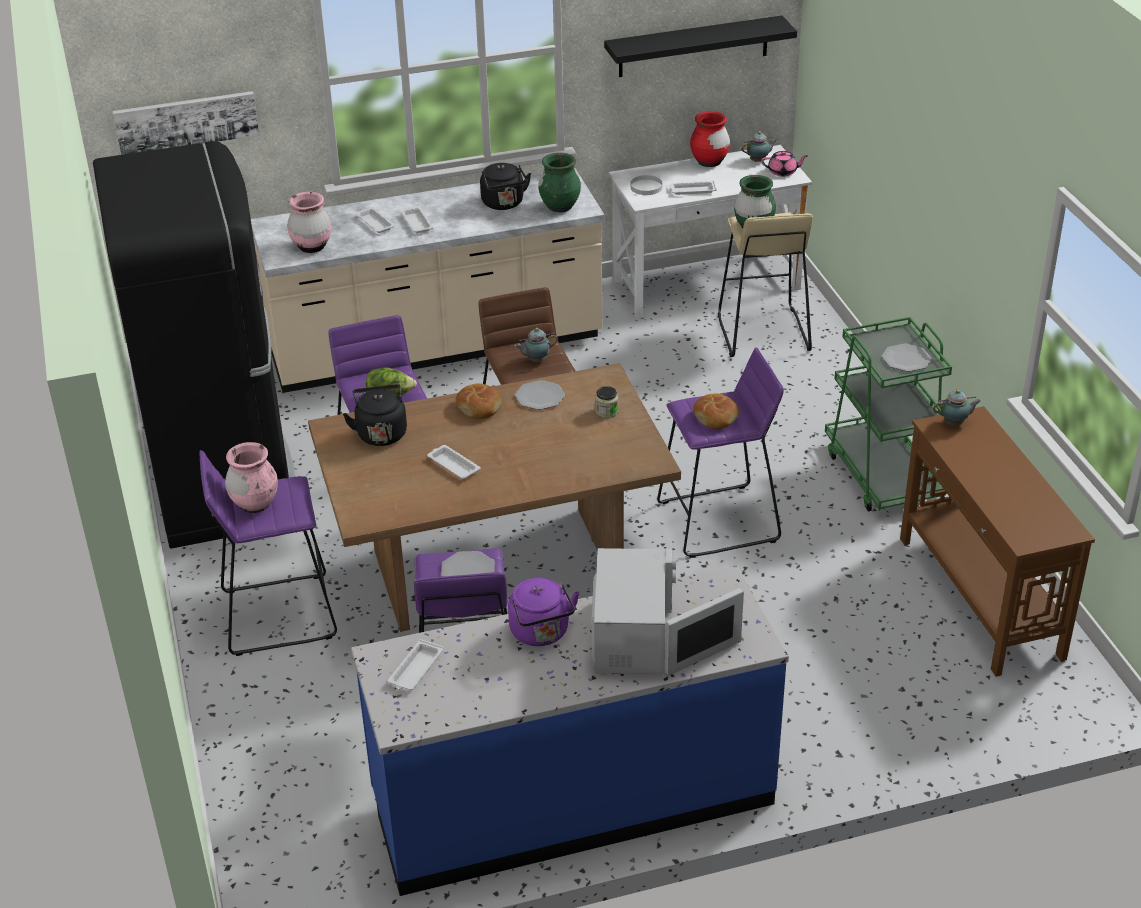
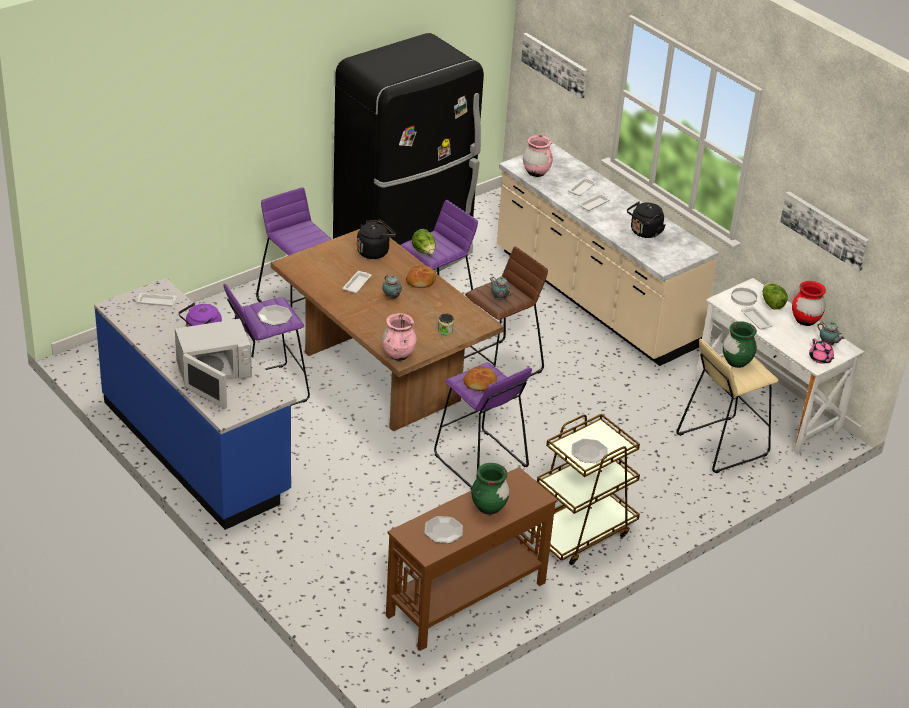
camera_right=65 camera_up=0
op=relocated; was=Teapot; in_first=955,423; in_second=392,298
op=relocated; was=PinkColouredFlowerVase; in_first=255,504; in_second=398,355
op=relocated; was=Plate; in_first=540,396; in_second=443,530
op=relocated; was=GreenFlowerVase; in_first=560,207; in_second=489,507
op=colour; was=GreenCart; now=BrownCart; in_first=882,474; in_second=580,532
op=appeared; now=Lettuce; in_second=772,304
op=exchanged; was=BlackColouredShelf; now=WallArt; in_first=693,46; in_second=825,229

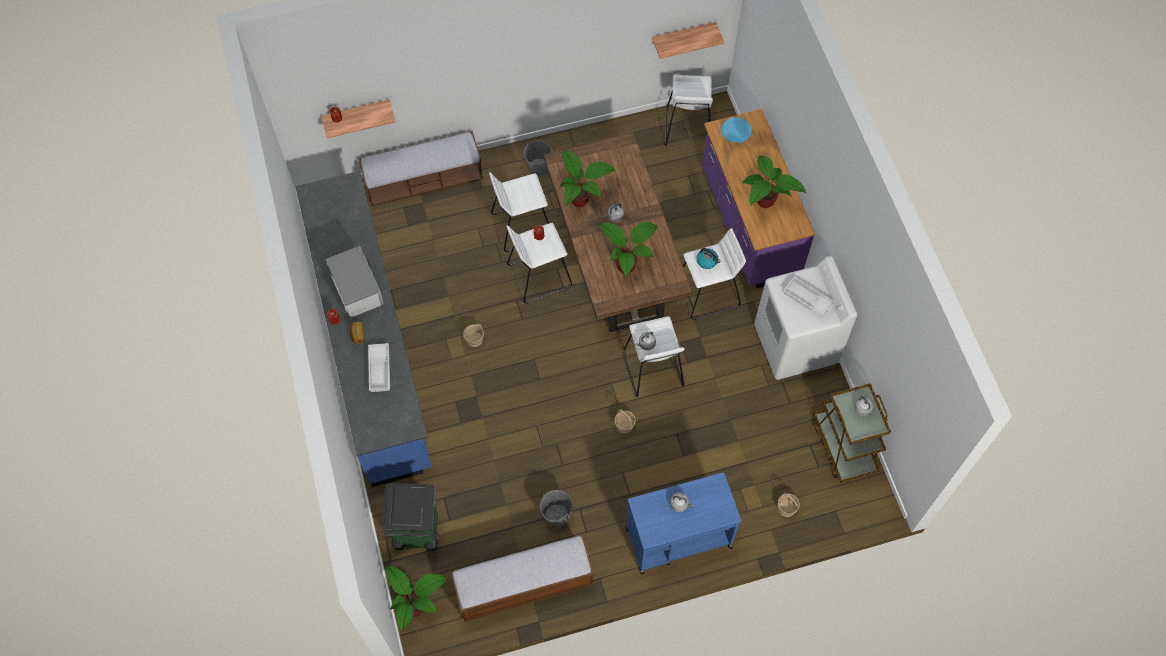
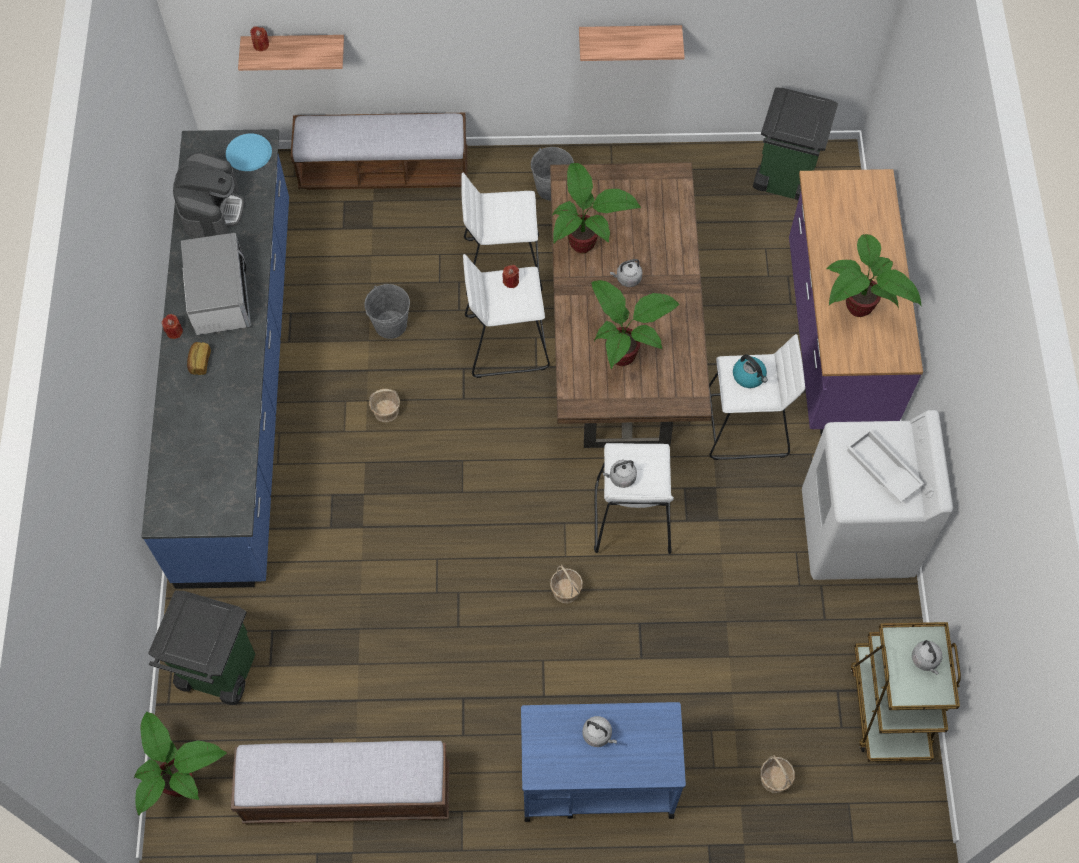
camera_right=15 camera_up=0
op=appeared; now=CoffeeBrewer; in_second=212,210
op=relocated; was=BlueColouredPlate; in_first=736,130; in_second=249,153
op=relocated; was=GrayWaterBucket; in_first=556,515; in_second=390,324
op=relocated; was=Shelf; in_first=683,37; in_second=629,38
op=exchanged; was=WhitishStool; now=GreenTrashCan; in_first=687,128; in_second=783,179
op=missing; was=WhitishServingTray; in_first=380,369

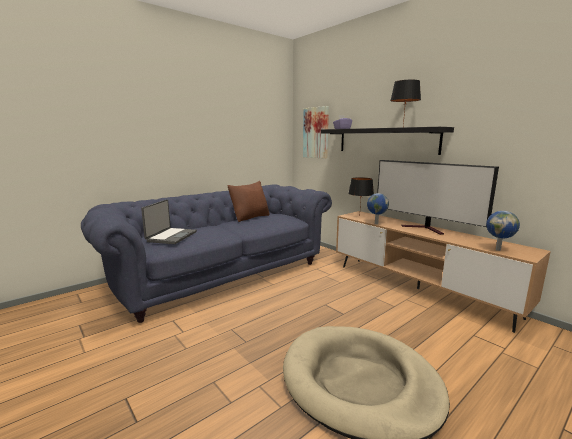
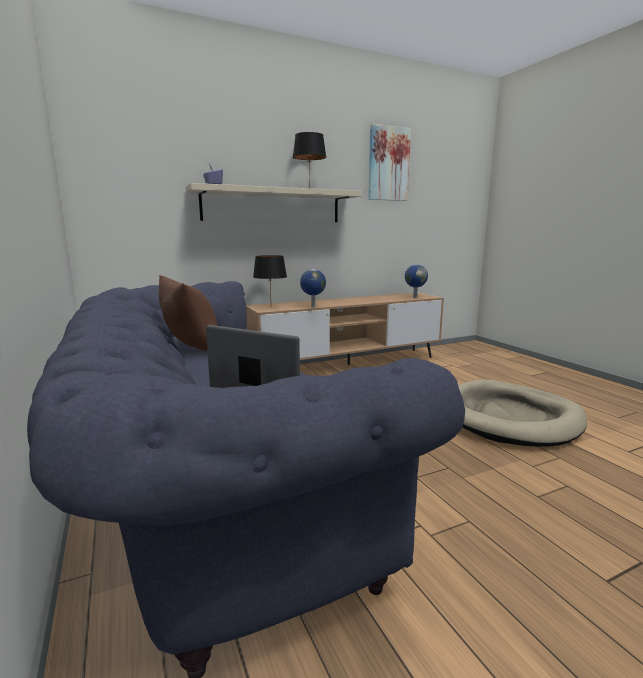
camera_right=-75 camera_up=0
op=colour; was=BlackColouredShelf; now=SandColouredShelf; in_first=385,140; in_second=273,206
op=relocated; was=WallArt; in_first=316,133; in_second=388,164
op=missing; was=Tv; in_first=425,229

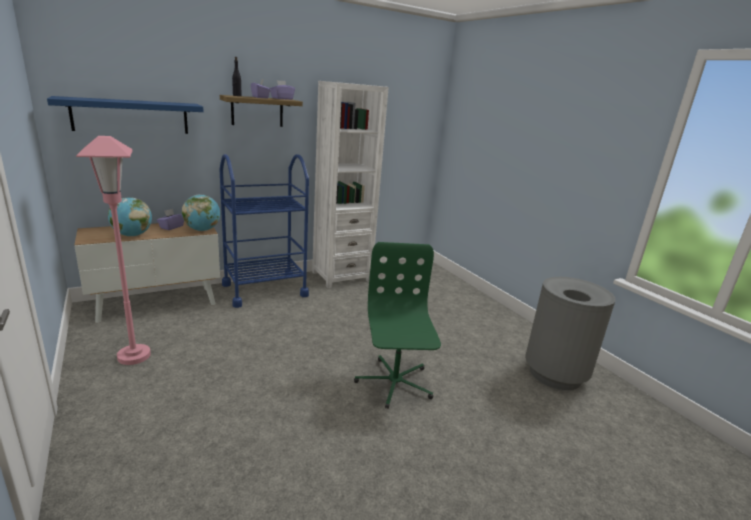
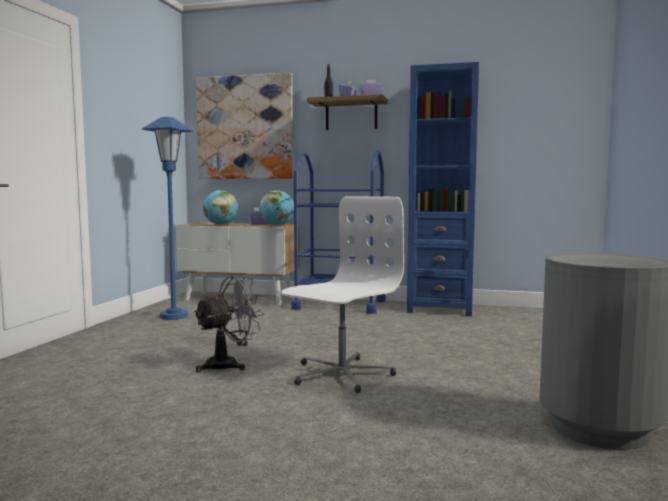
camera_right=45 camera_up=-15
op=colour; was=PinkColouredStandingLamp; now=BlueColouredStandingLamp; in_first=134,356; in_second=174,316
op=appeared; now=GrayCoolingFan; in_second=229,365
op=exchanged; was=BlueColouredShelf; now=WallArt; in_first=131,116; in_second=245,127
op=colour; was=GreenComputerChair; now=WhitishComputerChair; in_first=394,383; in_second=341,374
op=colour; was=WhitishBookshelf; now=BlueColouredBookshelf; in_first=341,276; in_second=440,308

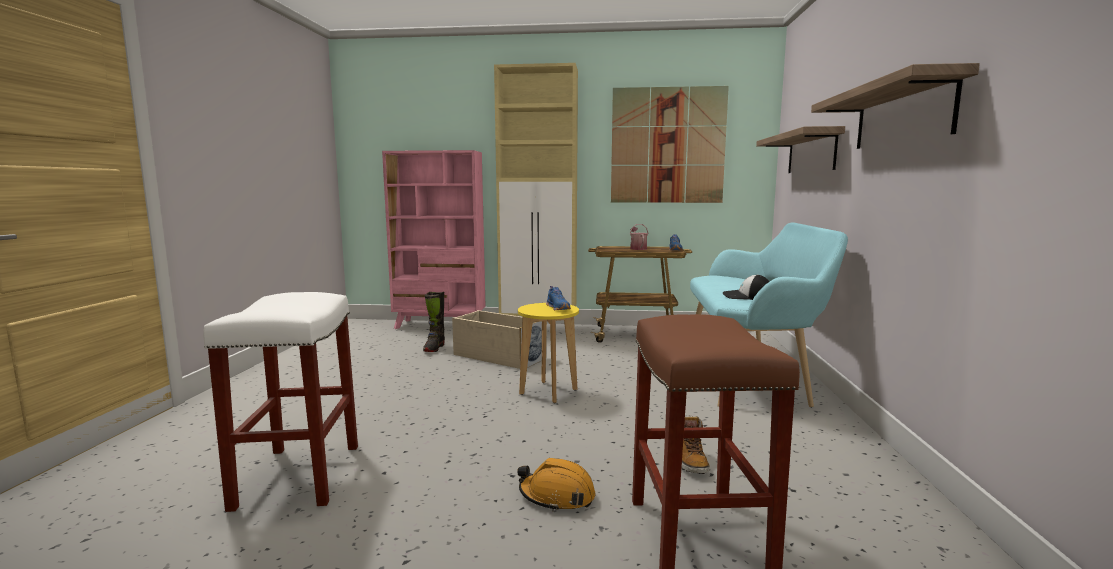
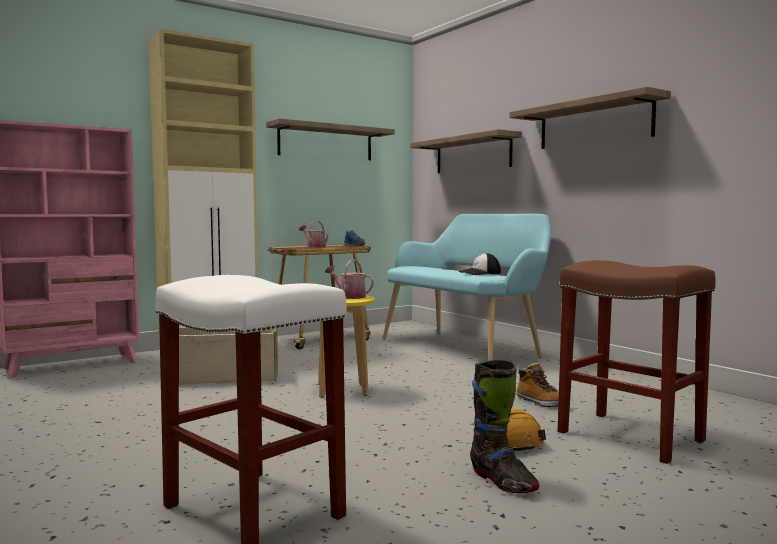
camera_right=-40 camera_up=-5
op=exchanged; was=WallArt; now=Shelf; in_first=667,145; in_second=326,142
op=exchanged; was=BlueColouredLowShoe; now=WateringPot; in_first=558,308; in_second=349,296
op=relocated; was=BlackColouredBoot; in_first=434,348; in_second=502,481

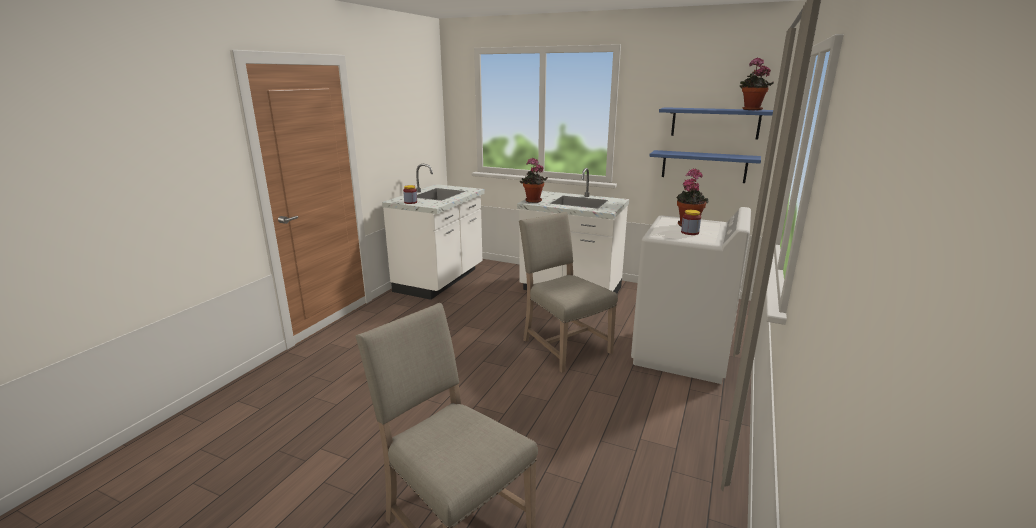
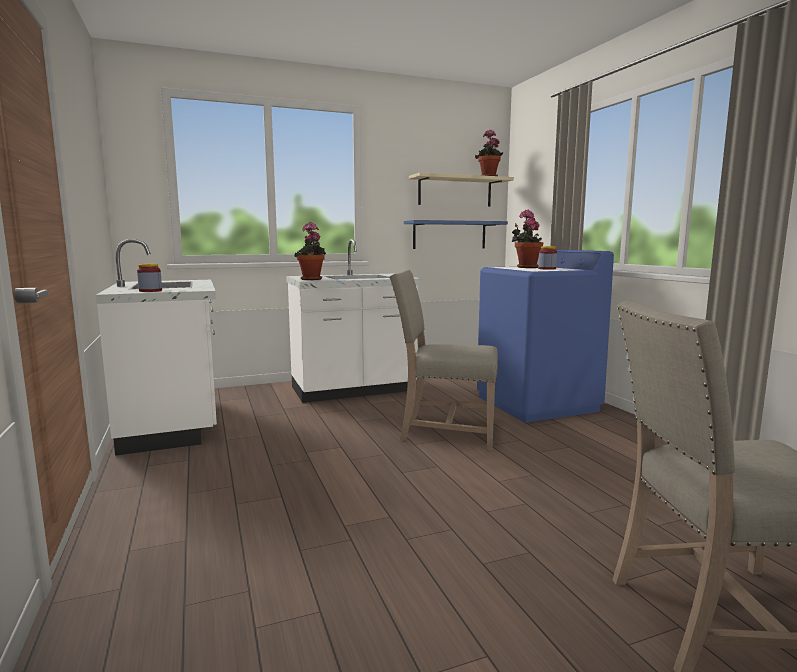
camera_right=-45 camera_up=-10
op=colour; was=BlueColouredShelf; now=SandColouredShelf; in_first=715,123; in_second=455,191
op=colour; was=WhitishLaundryAppliance; now=BlueColouredLaundryAppliance; in_first=681,354; in_second=537,404

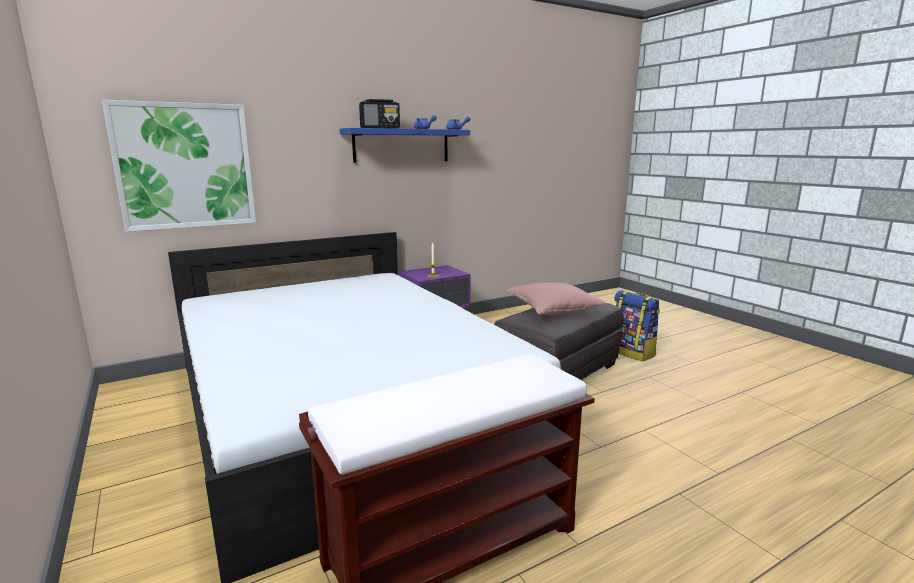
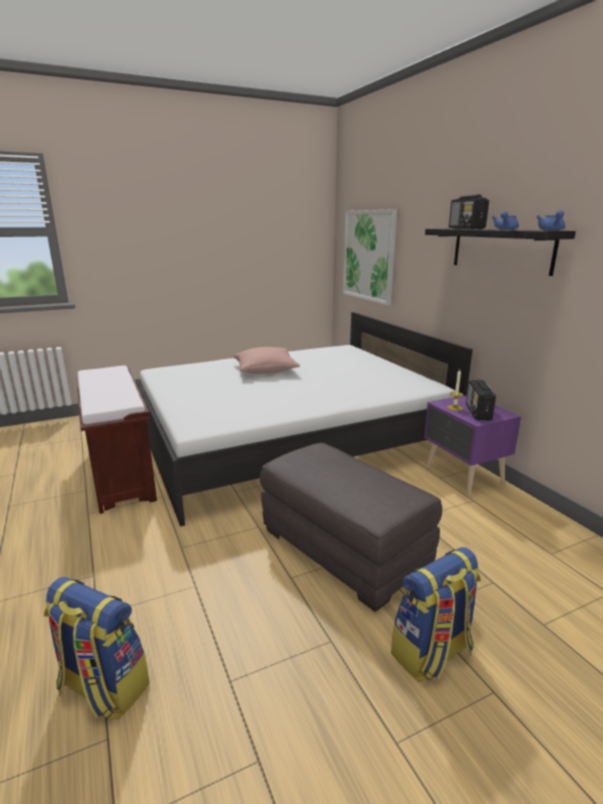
camera_right=95 camera_up=5
op=appeared; now=Knapsack; in_second=102,688
op=relocated; was=PinkColouredThrowPillow; in_first=553,310; in_second=265,370
op=colour; was=BlueColouredShelf; now=BlackColouredShelf; in_first=401,145; in_second=501,249
op=appeared; now=RadioReceiver; in_second=478,413

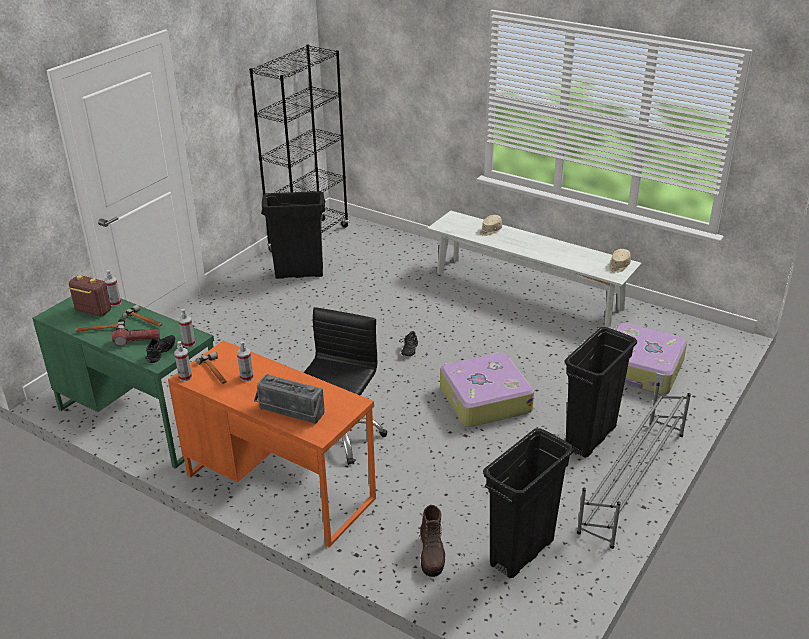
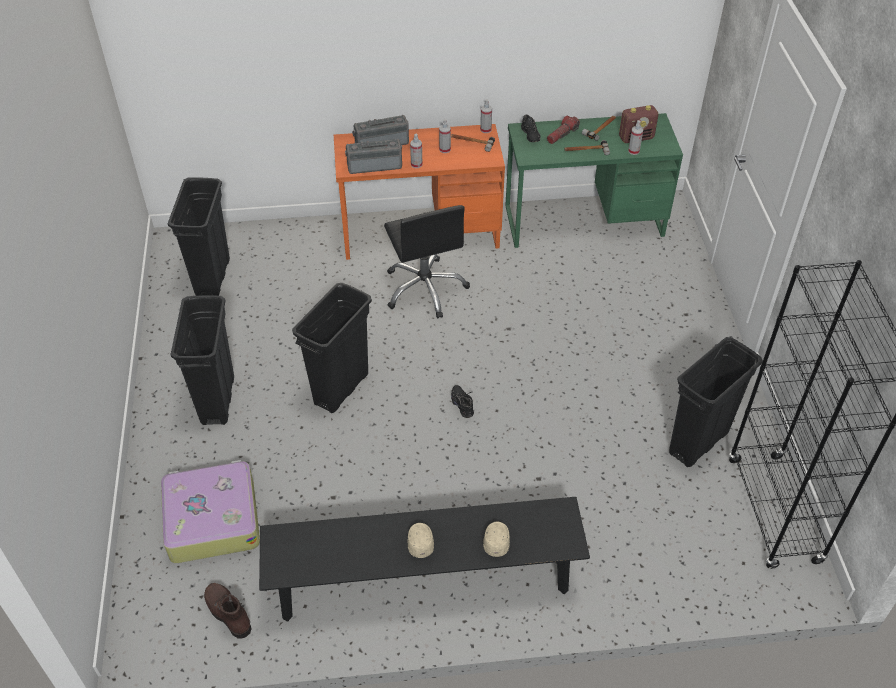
camera_right=140 camera_up=15
op=relocated; was=BrownBoot; in_first=432,555; in_second=228,614
op=colour; was=WhitishIndoorBench; now=BlackColouredIndoorBench; in_first=527,291; in_second=424,582
op=exchanged; was=PieceOfLuggage; now=BlackColouredTrashCan; in_first=484,399; in_second=341,388
op=appeared; now=RadioReceiver; in_second=374,165
op=relocated; was=SandColouredBaseballCap; in_first=619,266; in_second=420,541
op=relocated; was=HandSprayer; in_first=189,343; in_second=416,164
op=missing; was=GrayShoeShelf; in_first=632,482

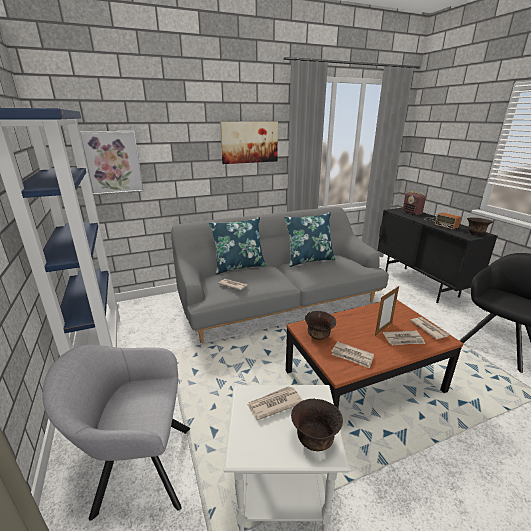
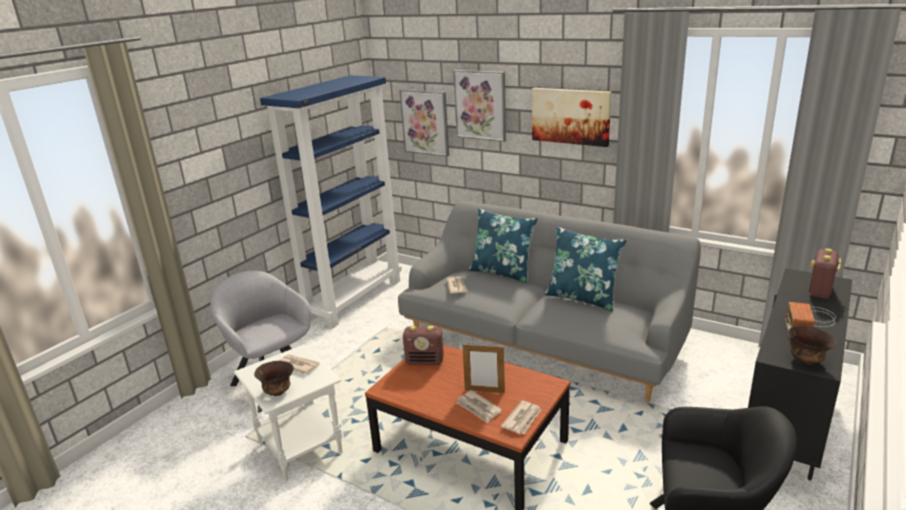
camera_right=55 camera_up=0
op=exchanged; was=BrownBowl; now=RadioReceiver; in_first=318,336; in_second=425,361
op=appeared; now=WallArt; in_second=480,105
op=missing; was=PrintedPaper; in_first=352,356

